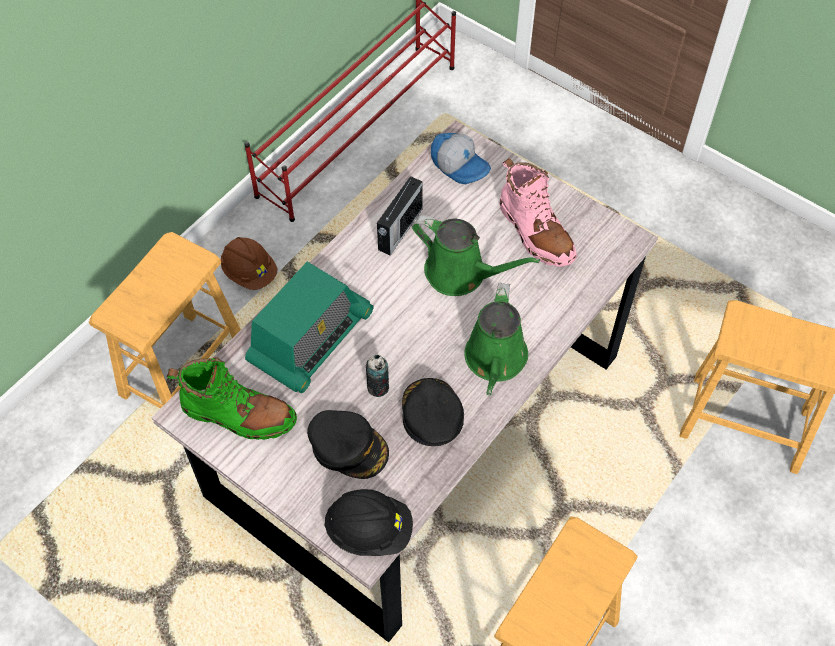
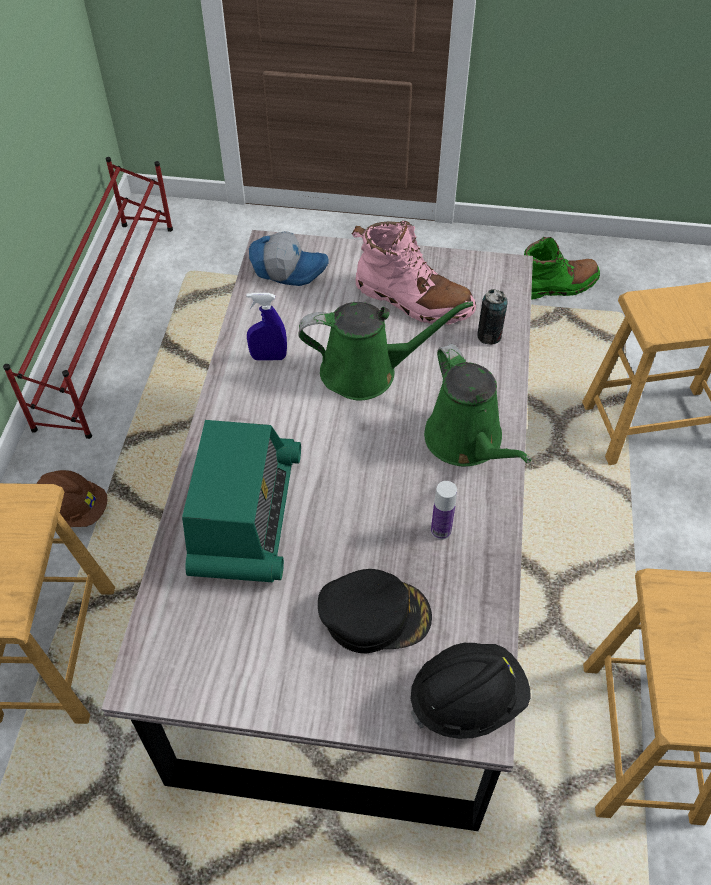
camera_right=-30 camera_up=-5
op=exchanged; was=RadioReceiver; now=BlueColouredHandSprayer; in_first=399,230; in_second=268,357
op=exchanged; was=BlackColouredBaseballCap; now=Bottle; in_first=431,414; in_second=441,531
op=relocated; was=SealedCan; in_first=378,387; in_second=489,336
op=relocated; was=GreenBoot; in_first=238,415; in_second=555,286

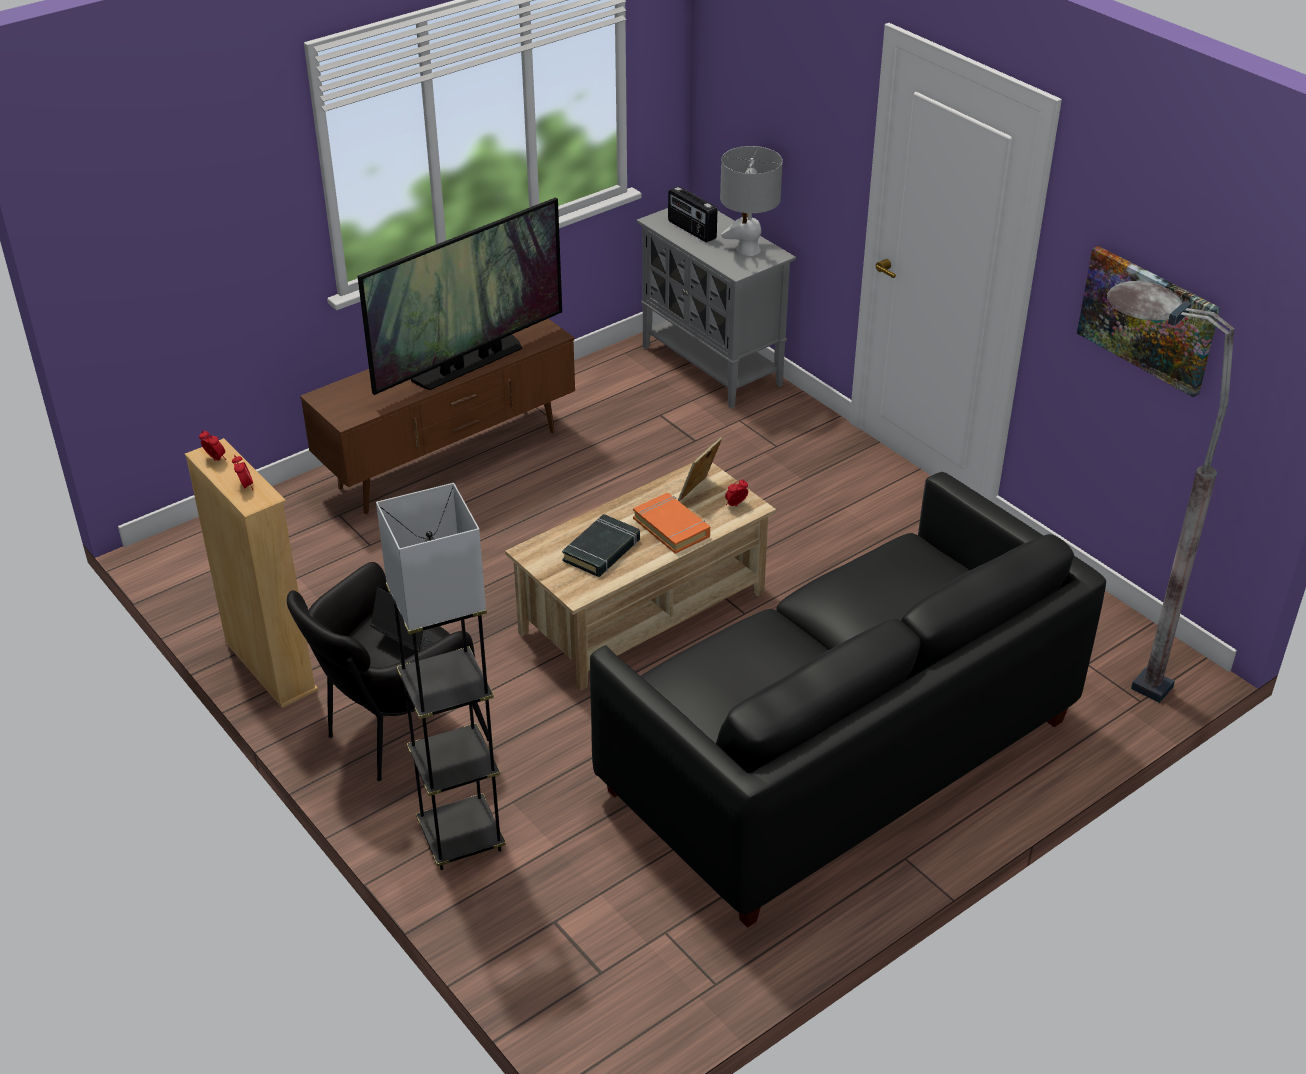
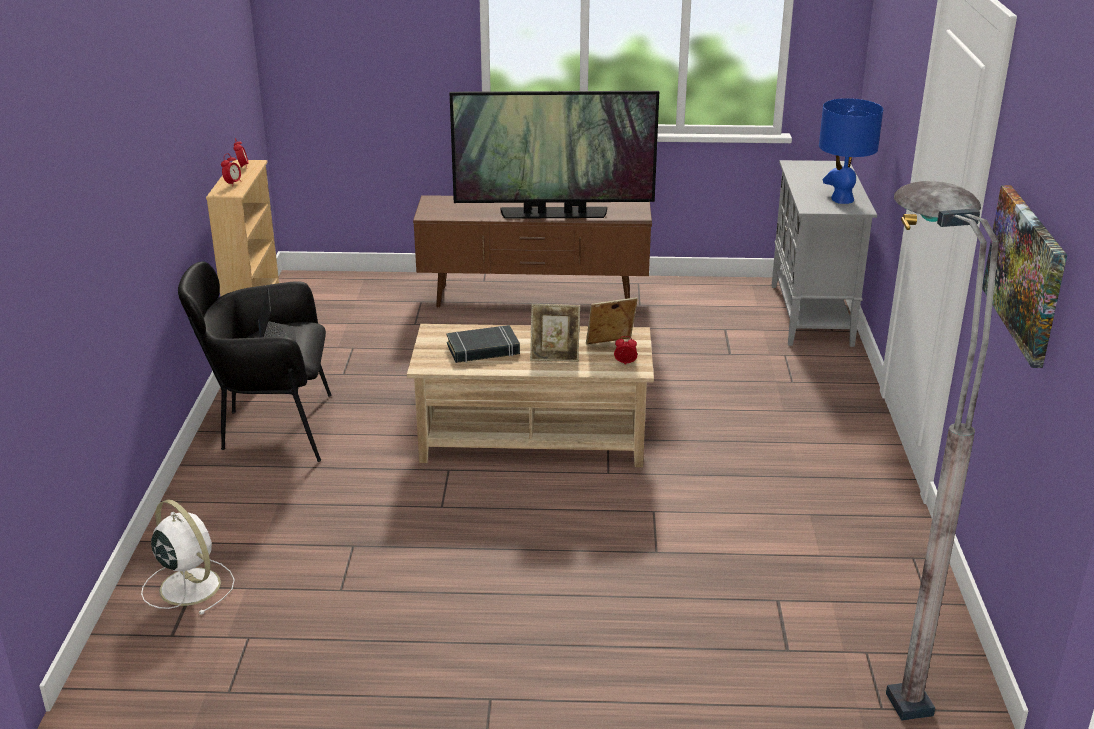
camera_right=40 camera_up=-10
op=appeared; now=WhitishCoolingFan; in_second=188,585
op=exchanged; was=OrangeyBoundBook; now=PhotoFrame; in_first=672,527; in_second=555,357
op=colour; was=GrayTabletopLamp; now=BlueColouredTabletopLamp; in_first=748,249; in_second=841,199
op=missing; was=GrayStandingLamp; in_first=461,838
op=missing; was=BlackColouredSofa; in_first=839,756
op=missing; was=RadioReceiver; in_first=691,230

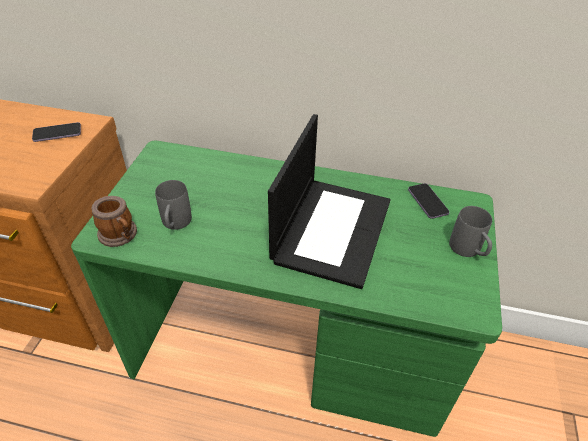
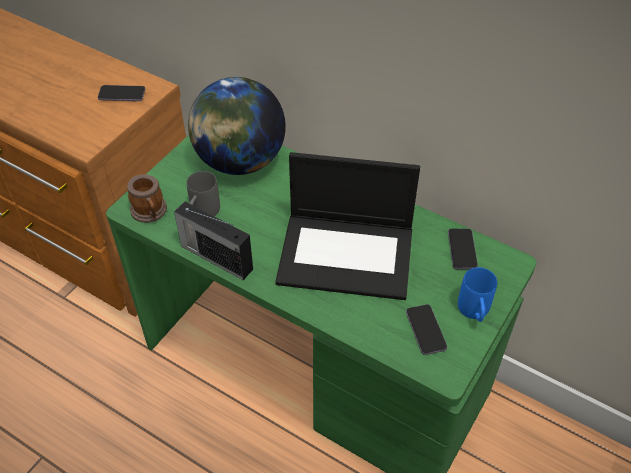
camera_right=20 camera_up=5
op=appeared; now=RadioReceiver; in_second=215,256
op=appeared; now=Globe; in_second=240,161
op=spun; was=PortableComputer; in_first=331,229; in_second=347,255; clockwise=60
op=appeared; now=Telephone; in_second=425,330
op=colour; was=GrayMug; now=BlueColouredMug; in_first=468,251; in_second=474,313

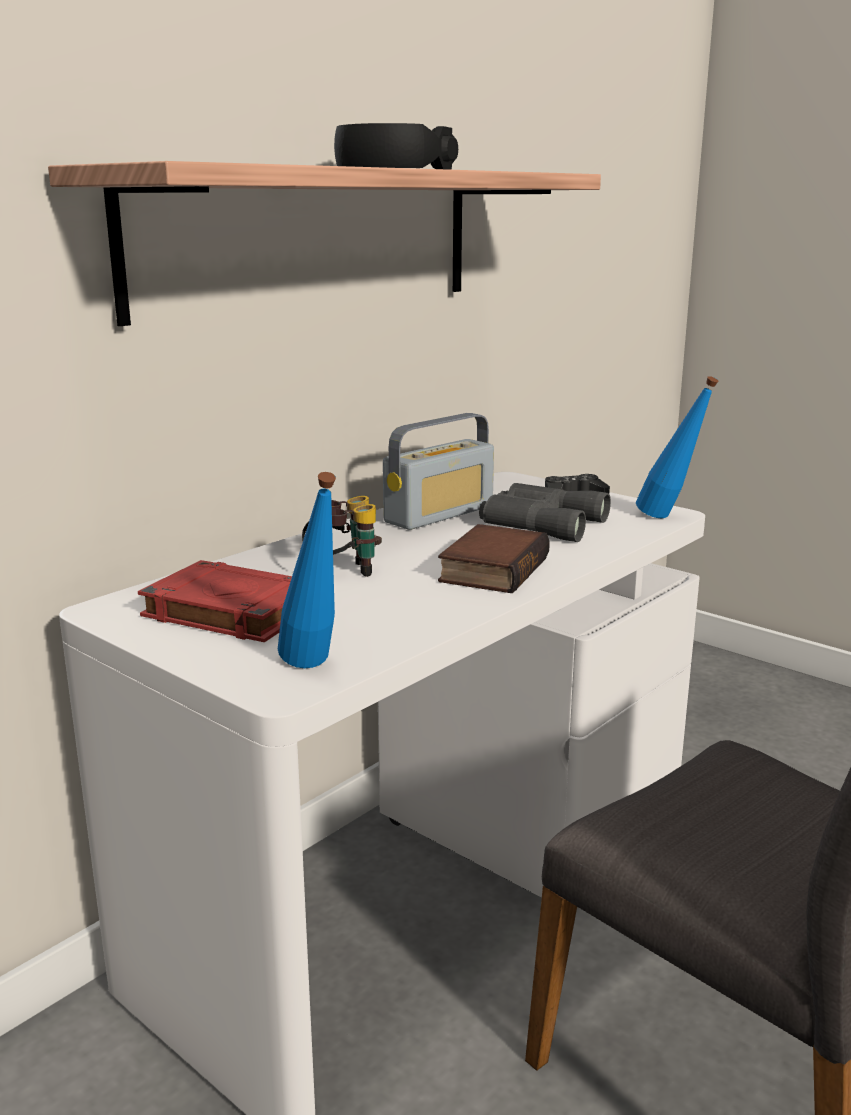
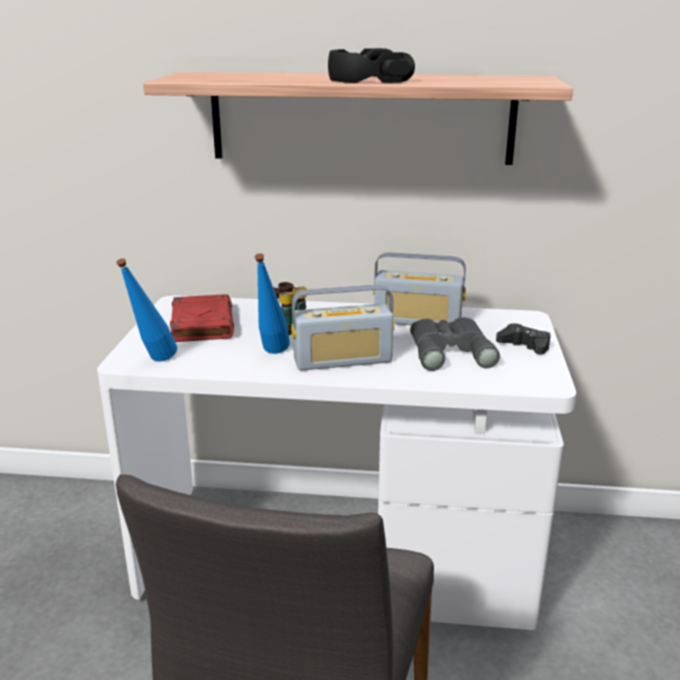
camera_right=55 camera_up=5
op=relocated; was=BlueColouredBottle; in_first=670,518; in_second=271,355
op=exchanged; was=BoundBook; now=RadioReceiver; in_first=491,569; in_second=343,360

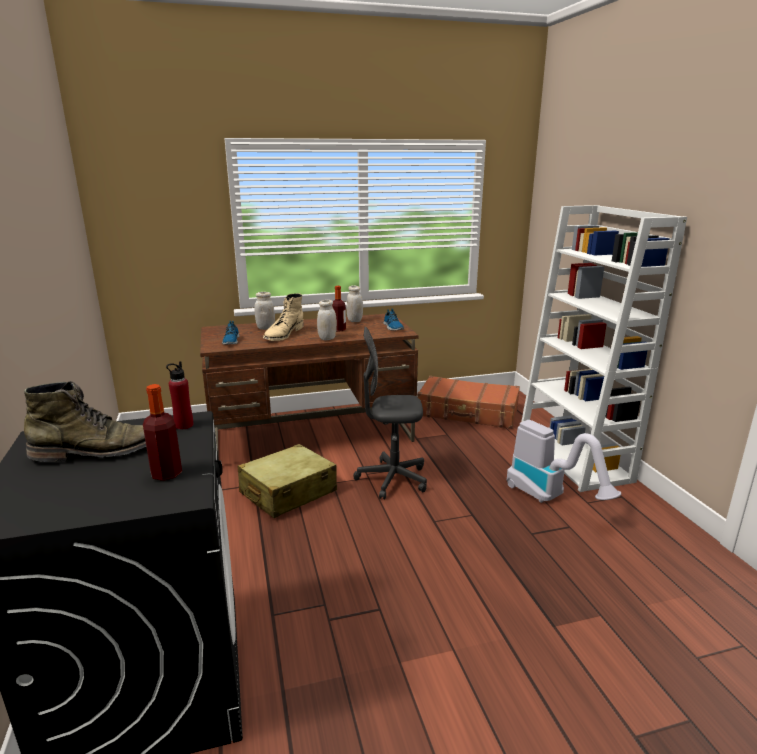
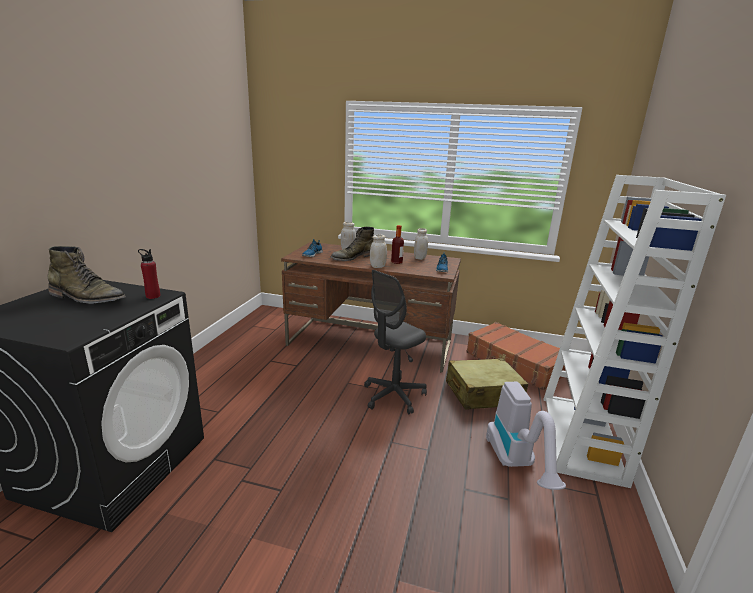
camera_right=30 camera_up=0
op=colour; was=SandColouredBoot; now=GreenBoot; in_first=283,334; in_second=352,257
op=spun; was=GrayComputerChair; in_first=392,479; in_second=393,396; clockwise=-75
op=relocated; was=SandColouredPieceOfLuggage; in_first=288,492; in_second=483,394
op=missing; was=Bottle; in_first=166,474

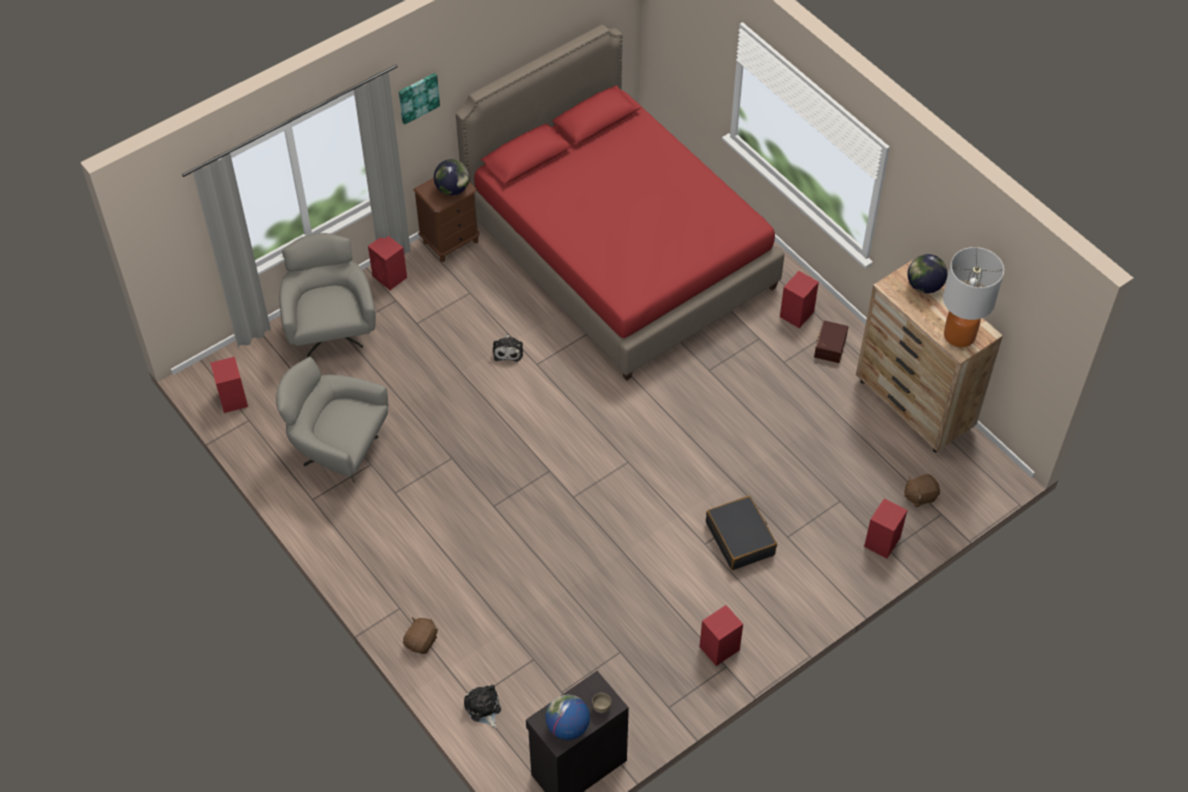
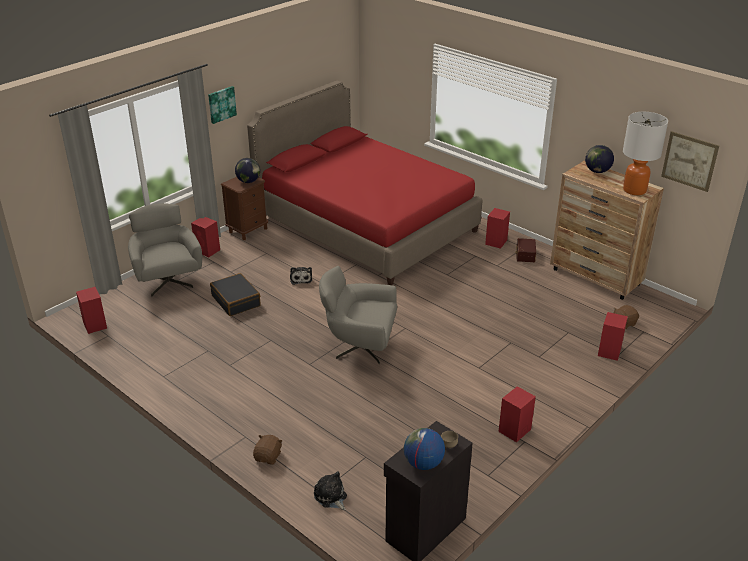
camera_right=-10 camera_up=-20
op=relocated; was=BlackColouredPieceOfLuggage; in_first=740,538; in_second=236,301
op=relocated; was=GrayEasyChair; in_first=338,450; in_second=359,347
op=appeared; now=WallArt; in_second=689,161

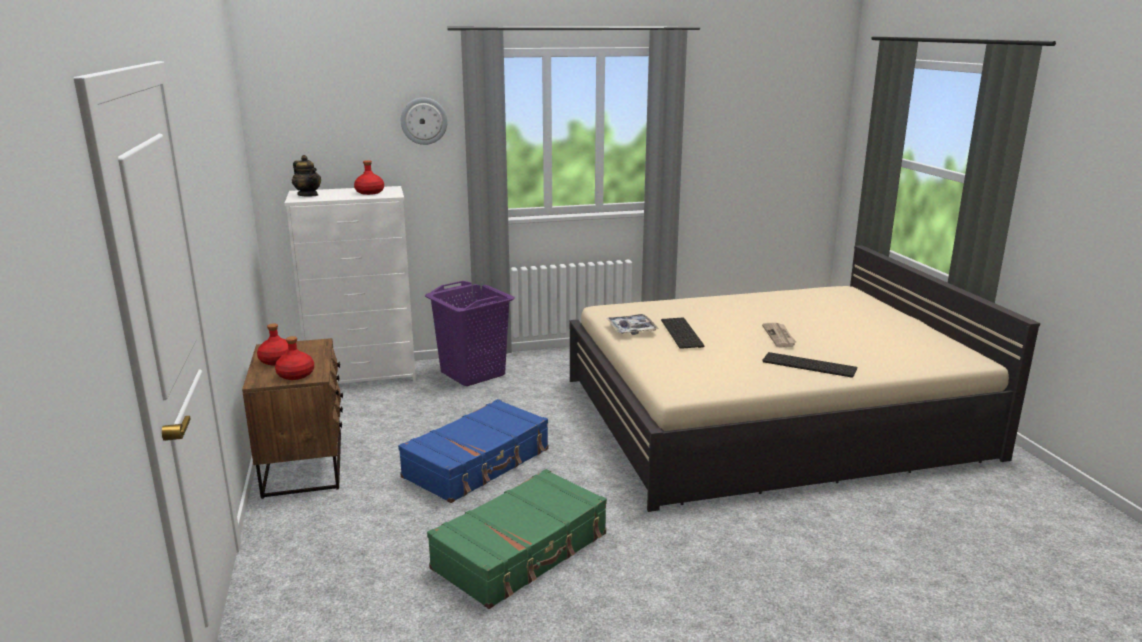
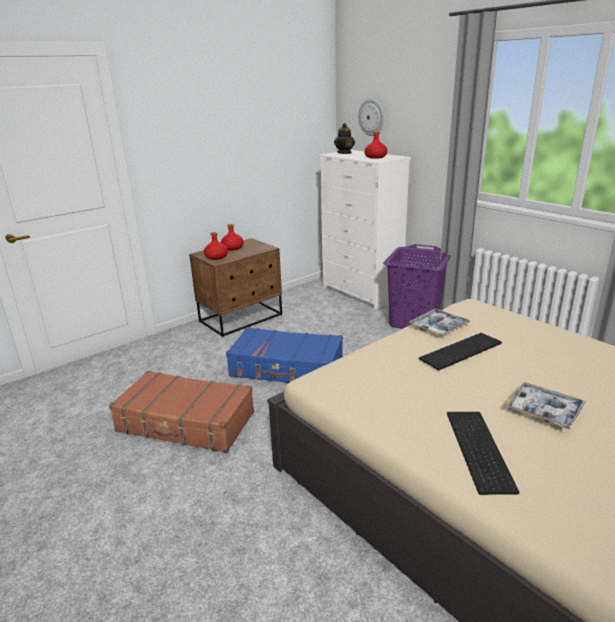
camera_right=65 camera_up=5
op=colour; was=GreenPieceOfLuggage; now=BrownPieceOfLuggage; in_first=522,552; in_second=186,423
op=relocated; was=ClockOnTheWall; in_first=424,121; in_second=371,117
op=exchanged; was=PrintedPaper; now=ServingTray; in_first=779,336; in_second=544,411

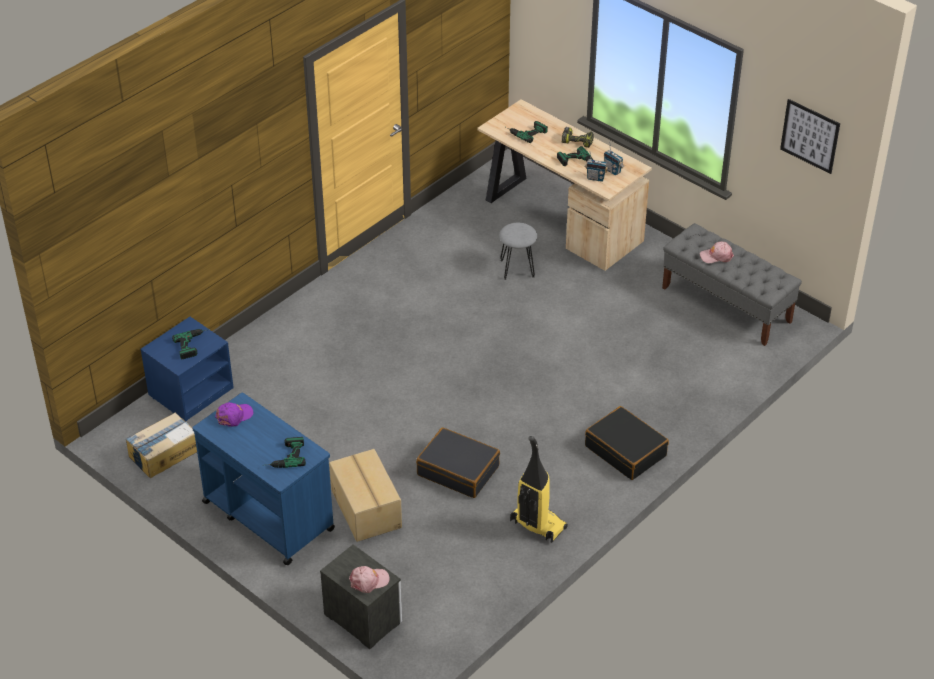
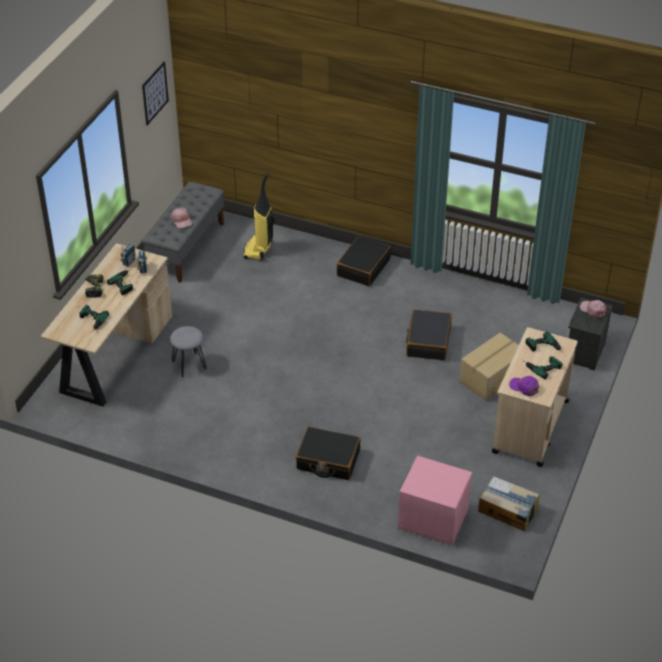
camera_right=-110 camera_up=0
op=relocated; was=Hoover; in_first=537,525; in_second=259,249
op=appeared; now=BlackColouredPieceOfLuggage; in_second=328,460
op=colour; was=BlueColouredBedsideTable; now=PinkColouredBedsideTable; in_first=191,391; in_second=432,519
op=colour; was=BlueColouredCart; now=SandColouredCart; in_first=267,515; in_second=530,427
op=relocated; was=ElectricDrill; in_first=194,344; in_second=540,366

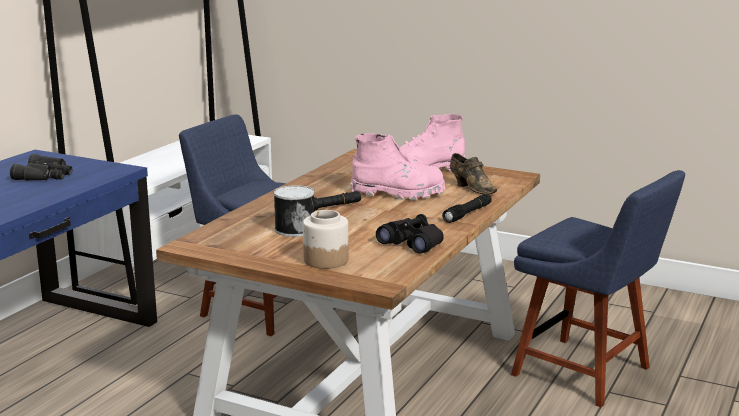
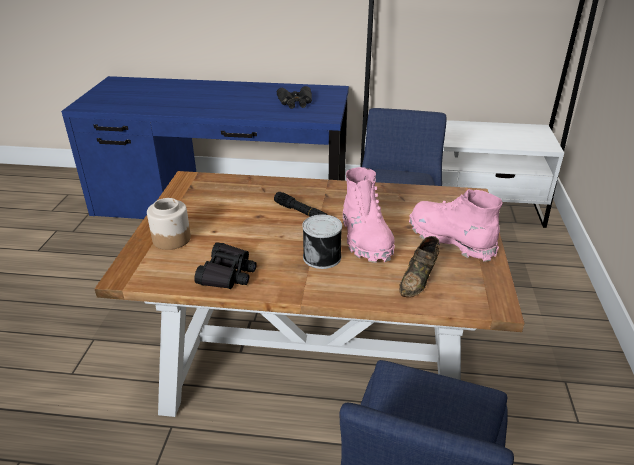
camera_right=70 camera_up=15
op=relocated; was=SealedCan; in_first=294,229; in_second=323,256
op=missing; was=BlackColouredFlashlight; in_first=467,214

